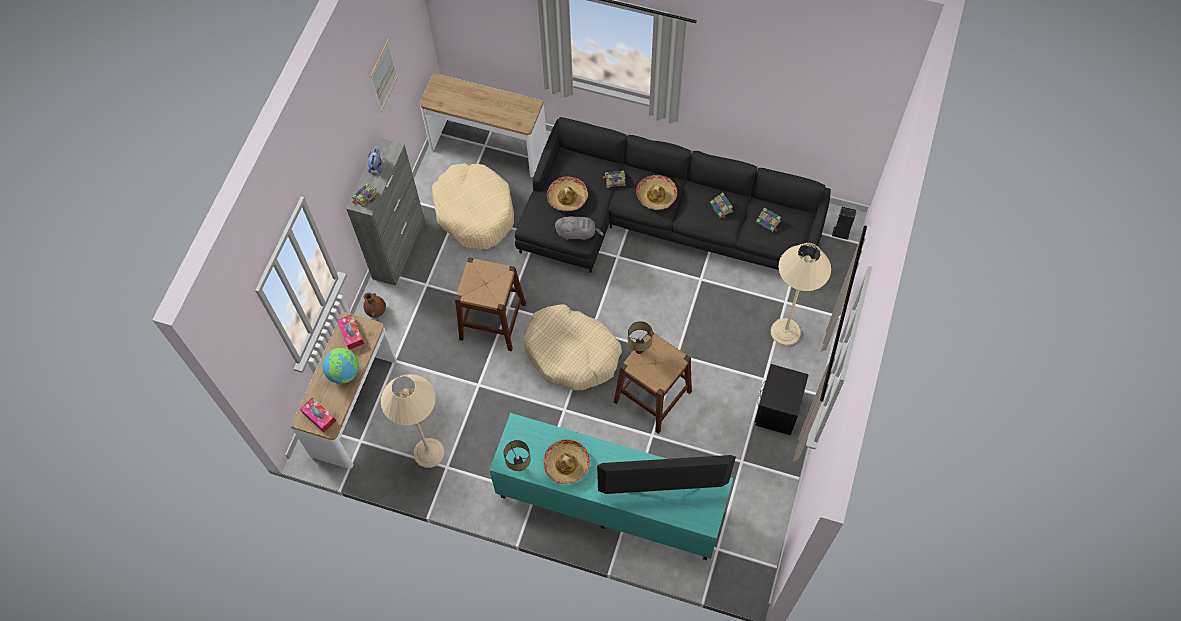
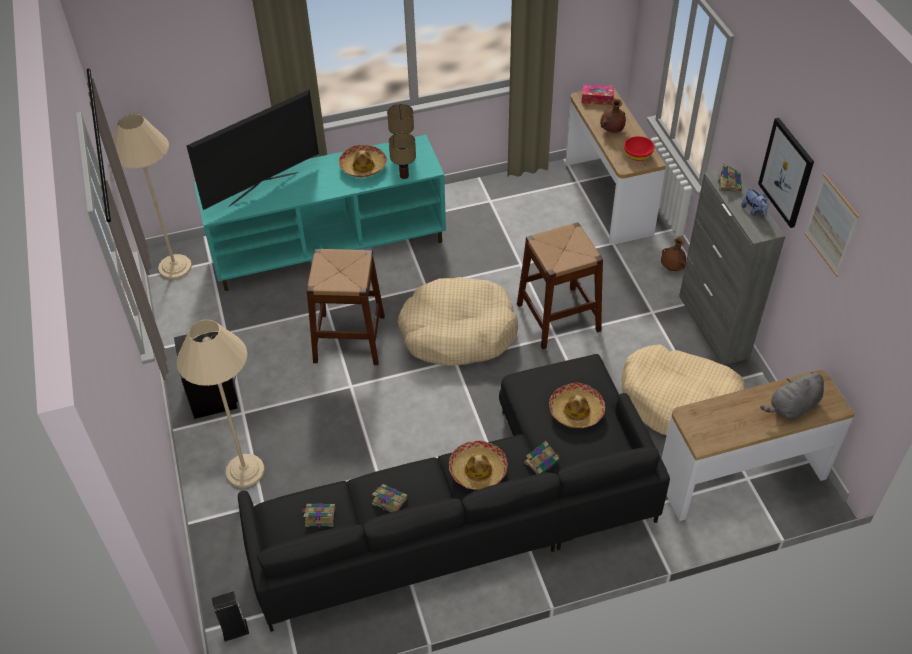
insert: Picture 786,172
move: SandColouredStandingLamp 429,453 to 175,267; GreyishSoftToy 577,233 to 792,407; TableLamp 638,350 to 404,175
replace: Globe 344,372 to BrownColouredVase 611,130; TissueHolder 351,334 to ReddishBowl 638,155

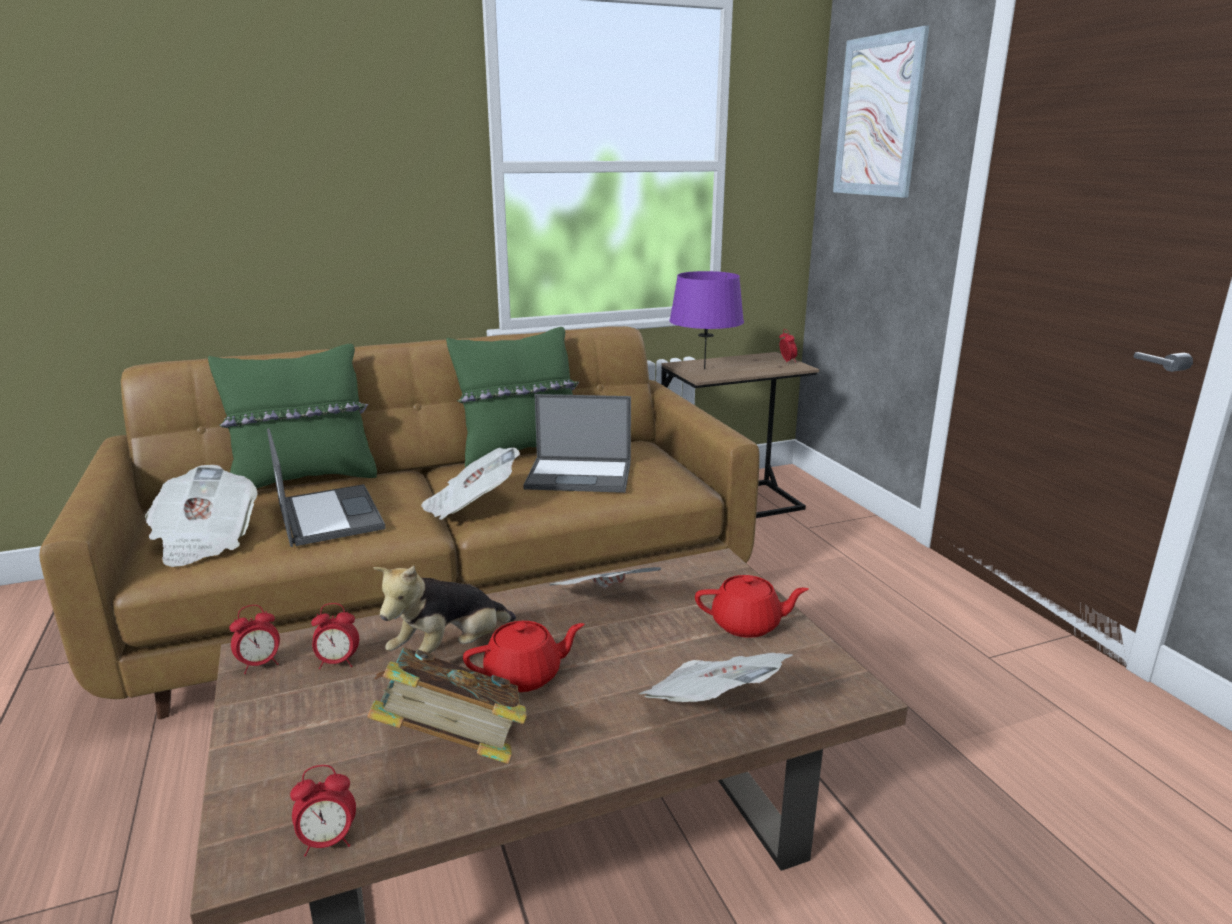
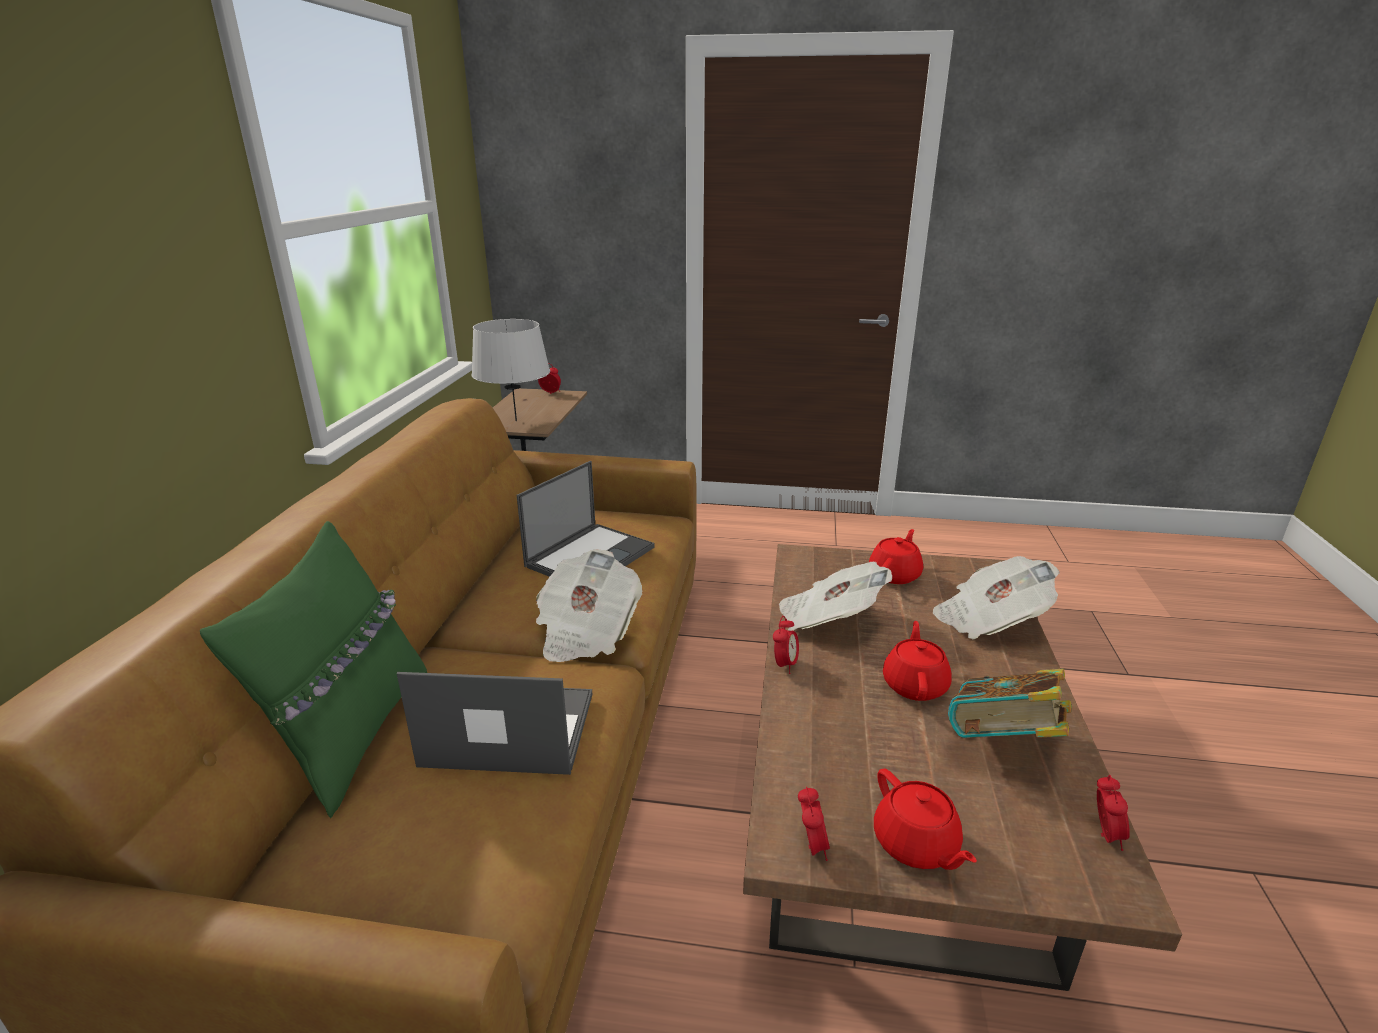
delete: PrintedPaper 205,541; SoftToy 449,653; GreenColouredCushion 521,452; Picture 878,116
insert: ReddishTeapot 916,845
move: AlarmClock 338,662 to 785,665
recolor: PurpleTableLamp 704,369 to GreyishTableLamp 516,421

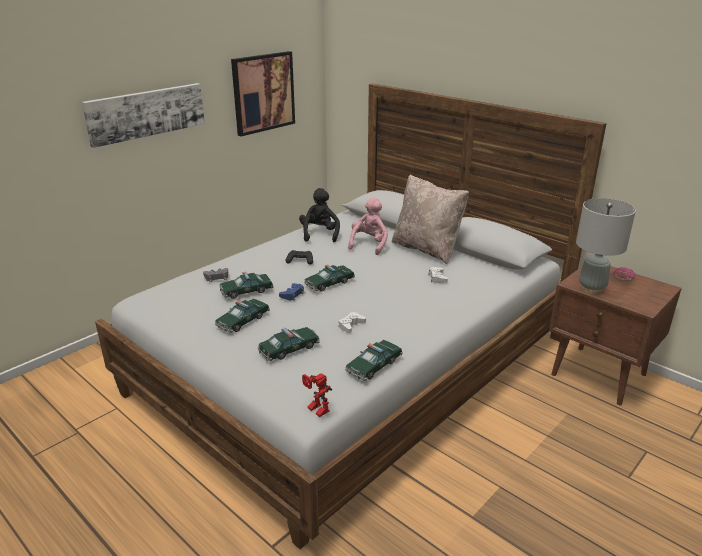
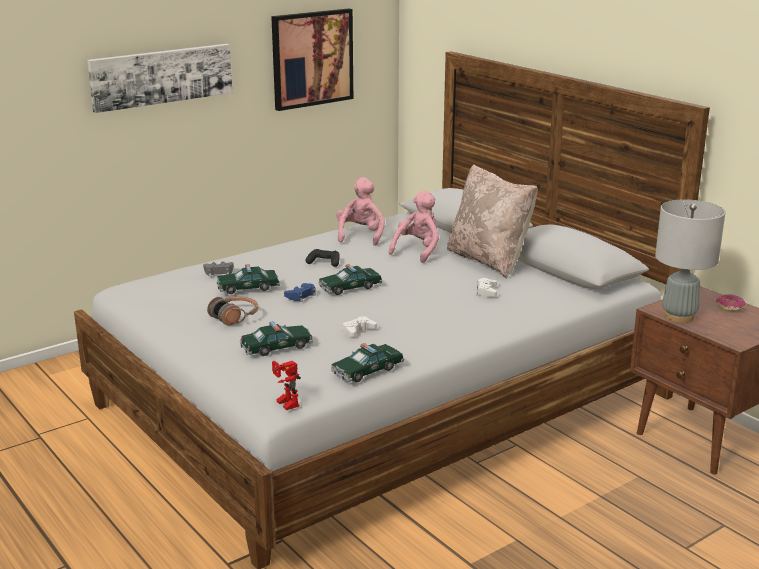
replace: ModelCar 243,321 to PairOfHeadphones 234,317
recolor: BlackishSoftToy 320,234 to PinkSoftToy 360,236

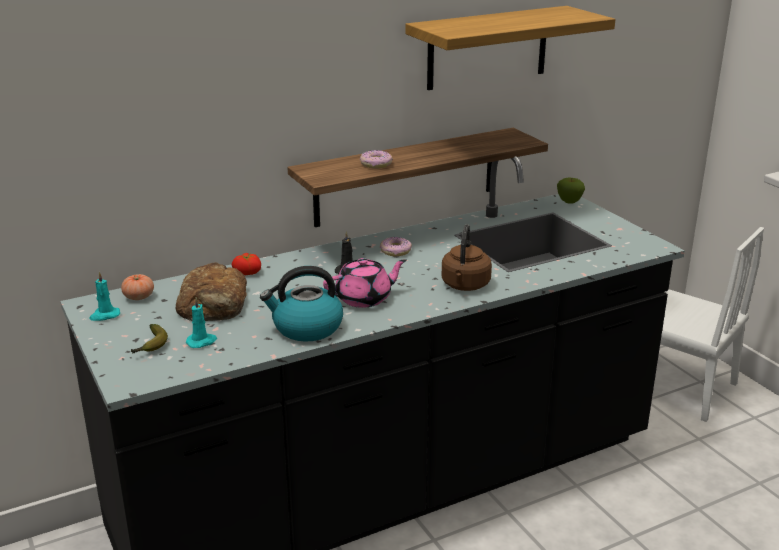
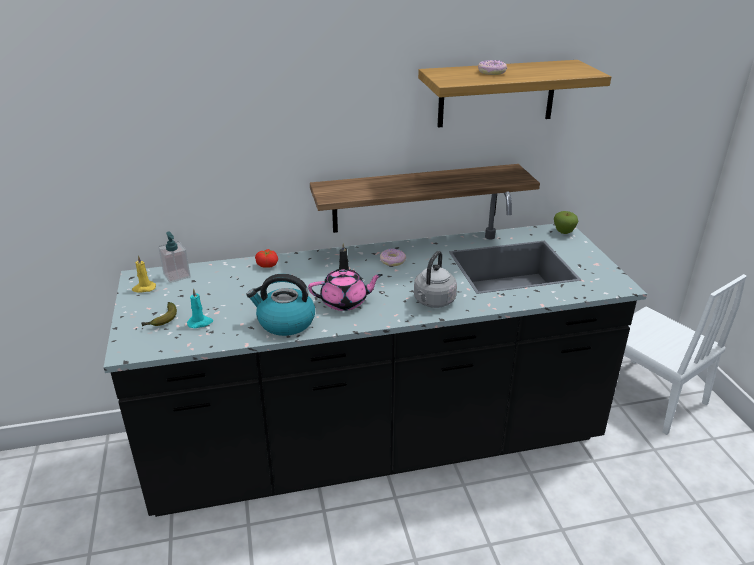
delete: Bread 214,303
move: RingDoughnut 376,164 to 491,72
replace: FreshTomato 139,297 to SoapDispenser 177,275
recolor: BlueGreenWaxCandle 104,315 to YellowWaxCandle 144,288; BrownColouredTeaKettle 465,286 to GreyishTeaKettle 433,302

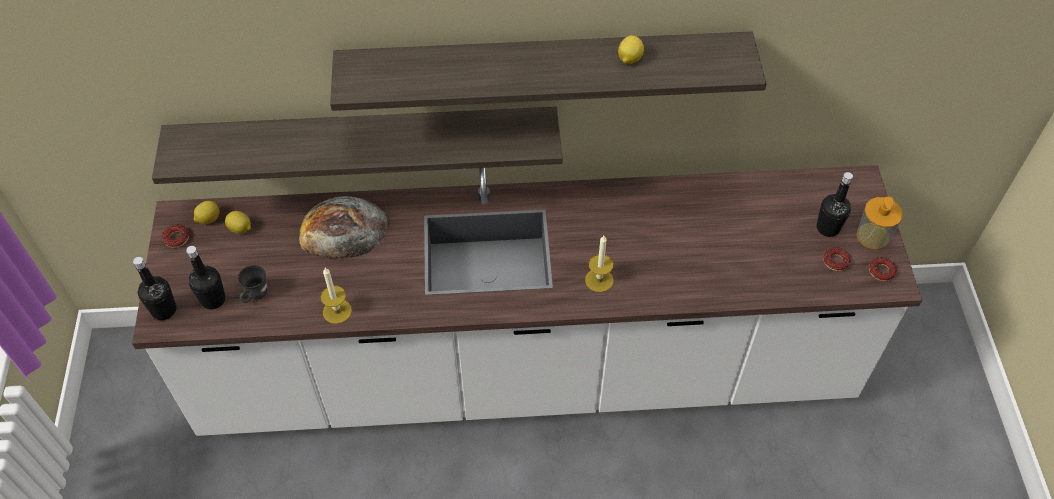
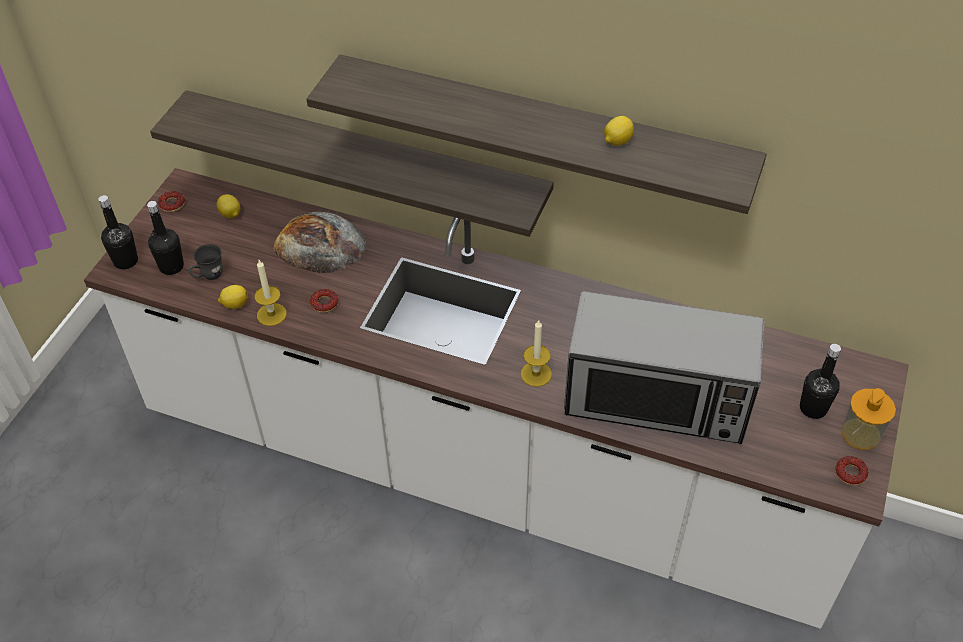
insert: MicrowaveOven 657,398
move: CitrusFruit 208,219 to 234,304; RingDoughnut 835,261 to 324,303

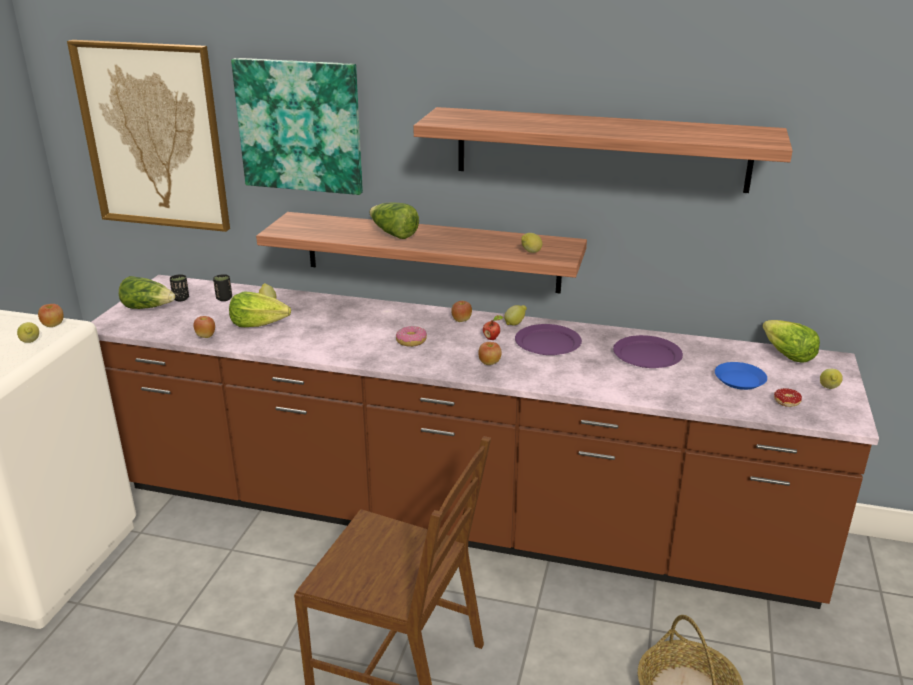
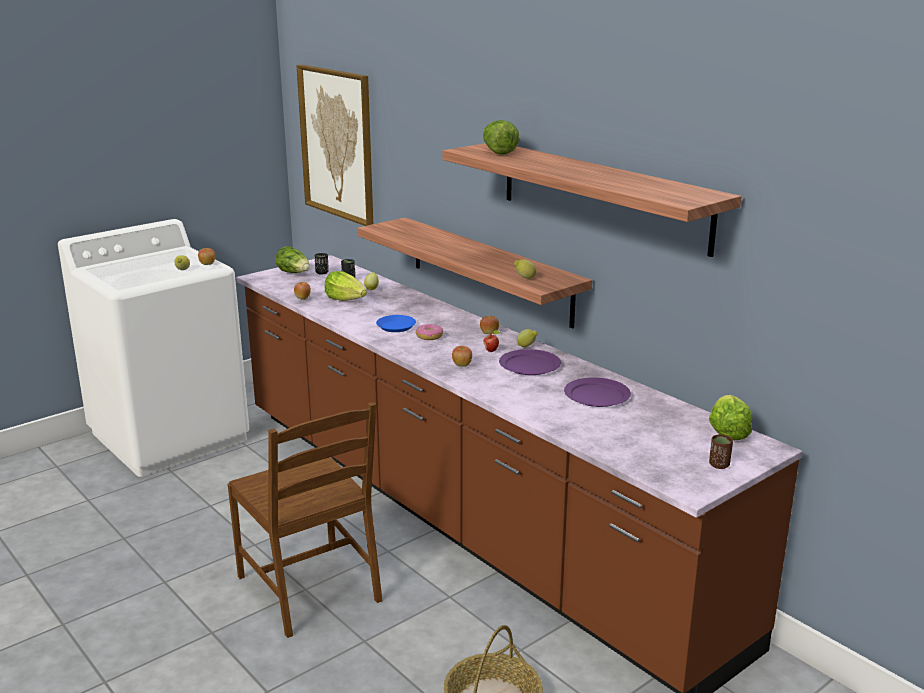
delete: Picture 300,126; RingDoughnut 788,404
move: LettuceHead 393,234 to 498,151; BluePlate 740,380 to 396,327
replace: CitrusFruit 829,389 to BrownColouredSmallCup 719,465

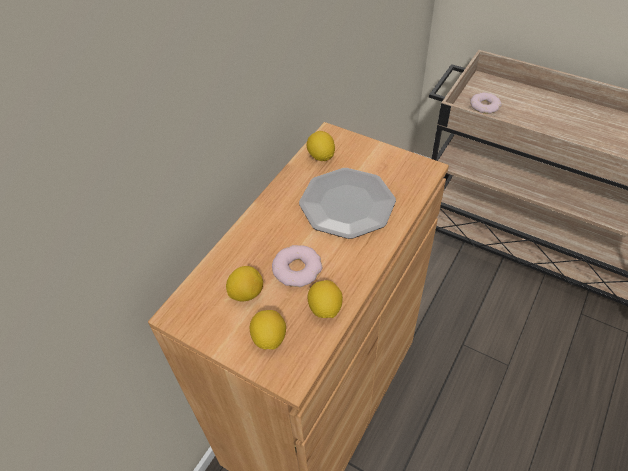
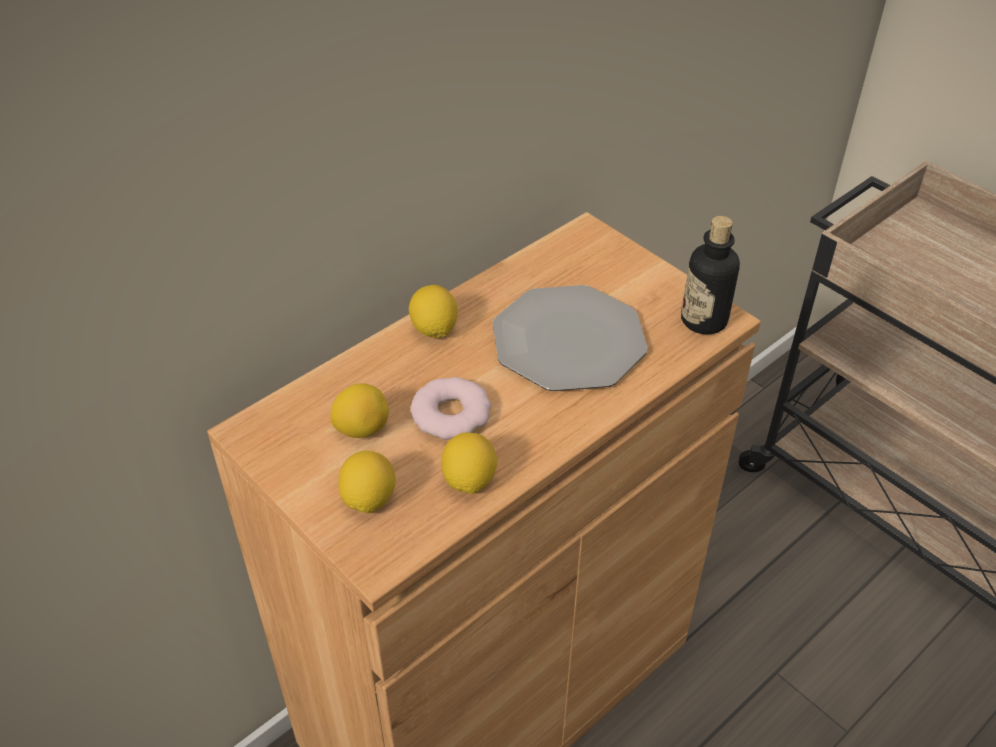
delete: RingDoughnut 484,106
insert: DrinkBottle 704,320
move: CitrusFruit 321,156 to 434,329

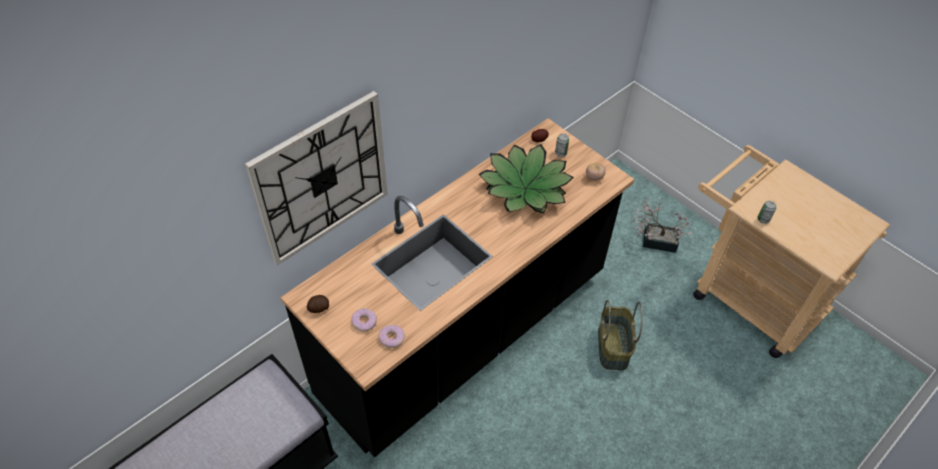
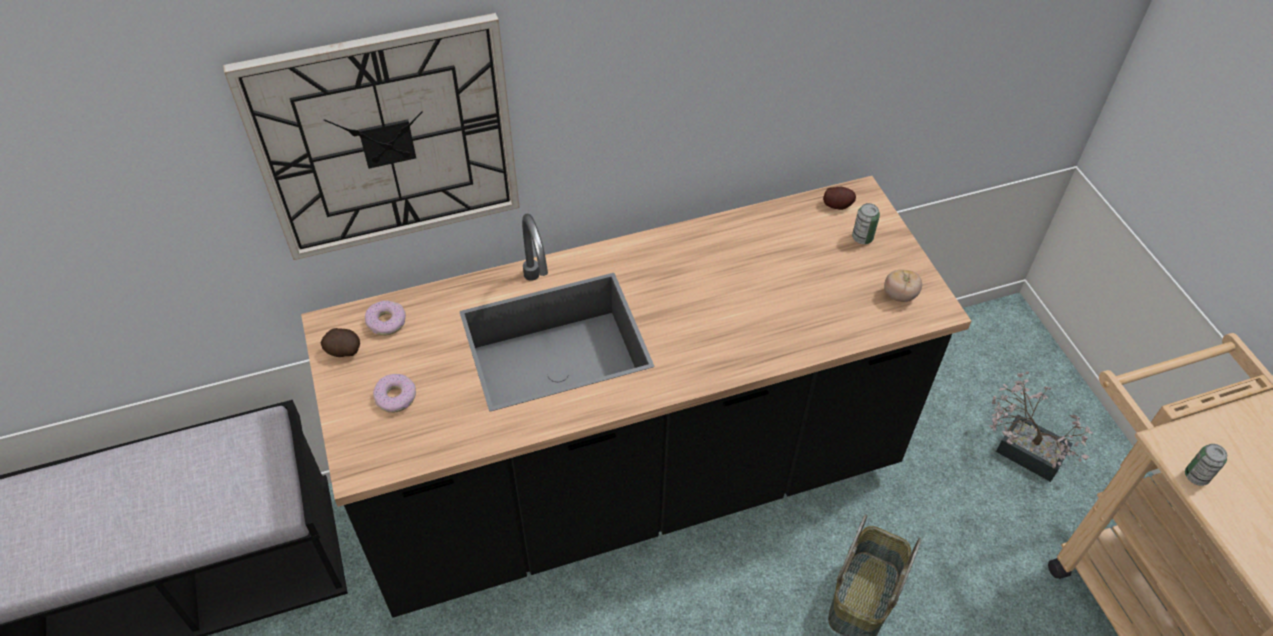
delete: PlantInAPot 525,188
move: RingDoughnut 392,338 to 386,322

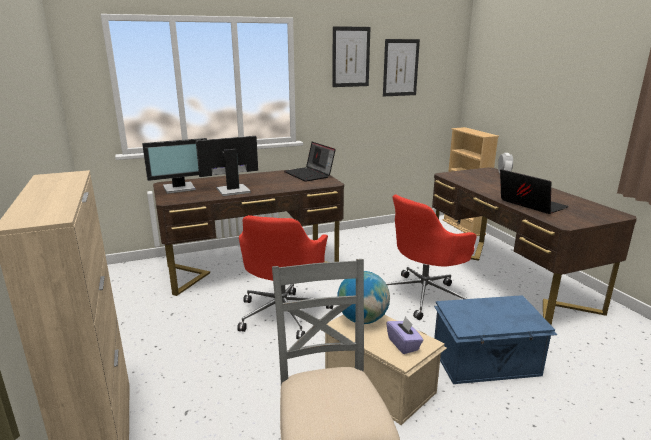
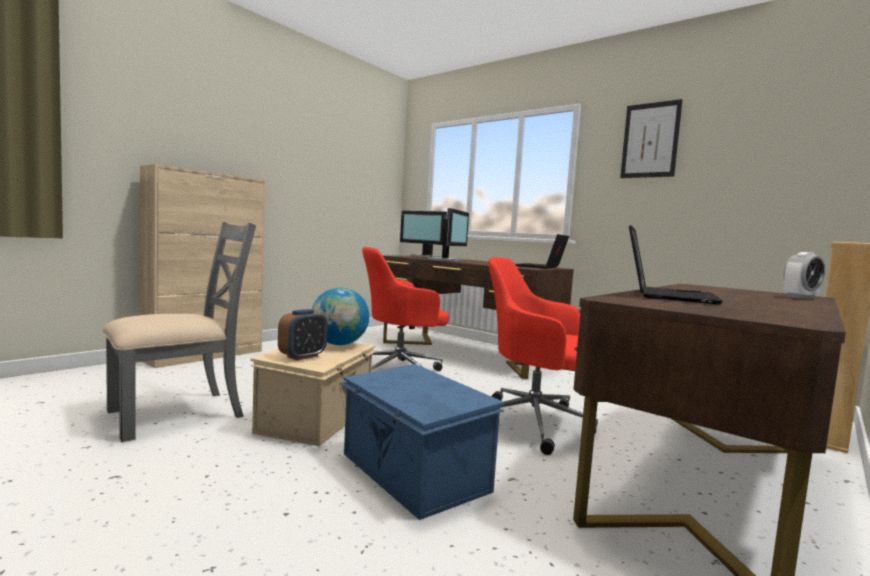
delete: Picture 400,68
replace: PurpleTissueHolder 403,344 to AlarmClock 302,356
rotate: ComputerDisplay 232,190 = 446,260 75 degrees clockwise

